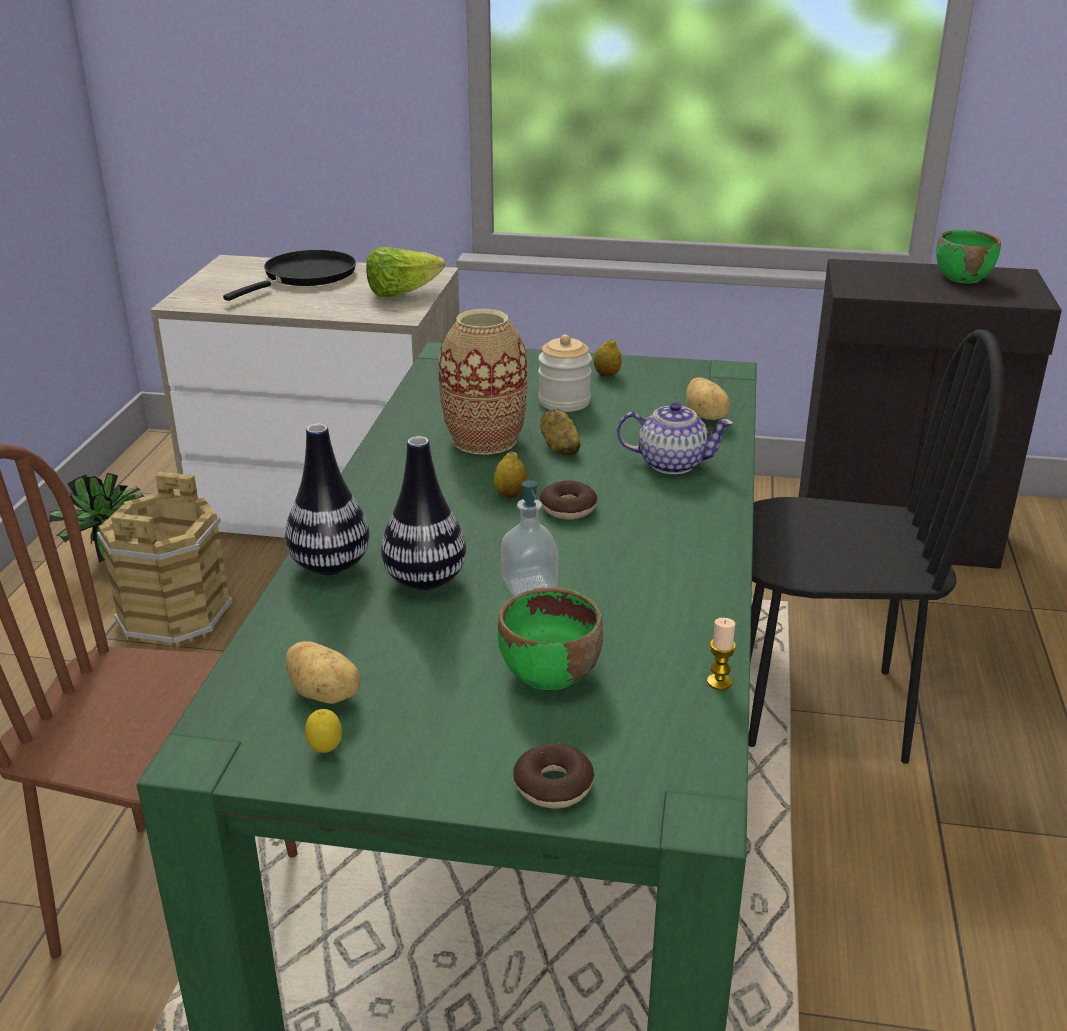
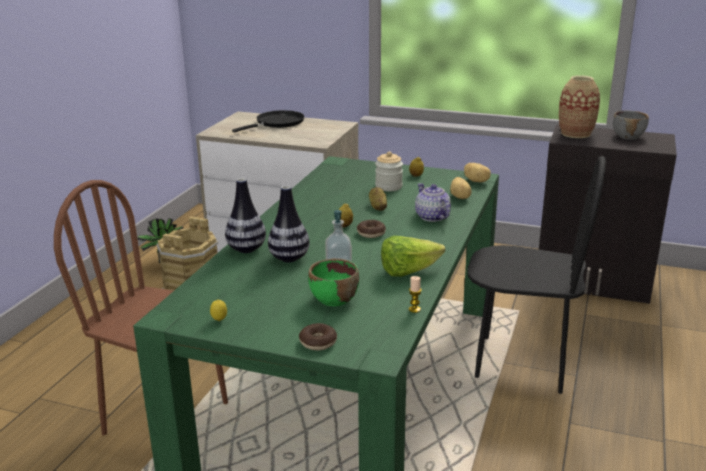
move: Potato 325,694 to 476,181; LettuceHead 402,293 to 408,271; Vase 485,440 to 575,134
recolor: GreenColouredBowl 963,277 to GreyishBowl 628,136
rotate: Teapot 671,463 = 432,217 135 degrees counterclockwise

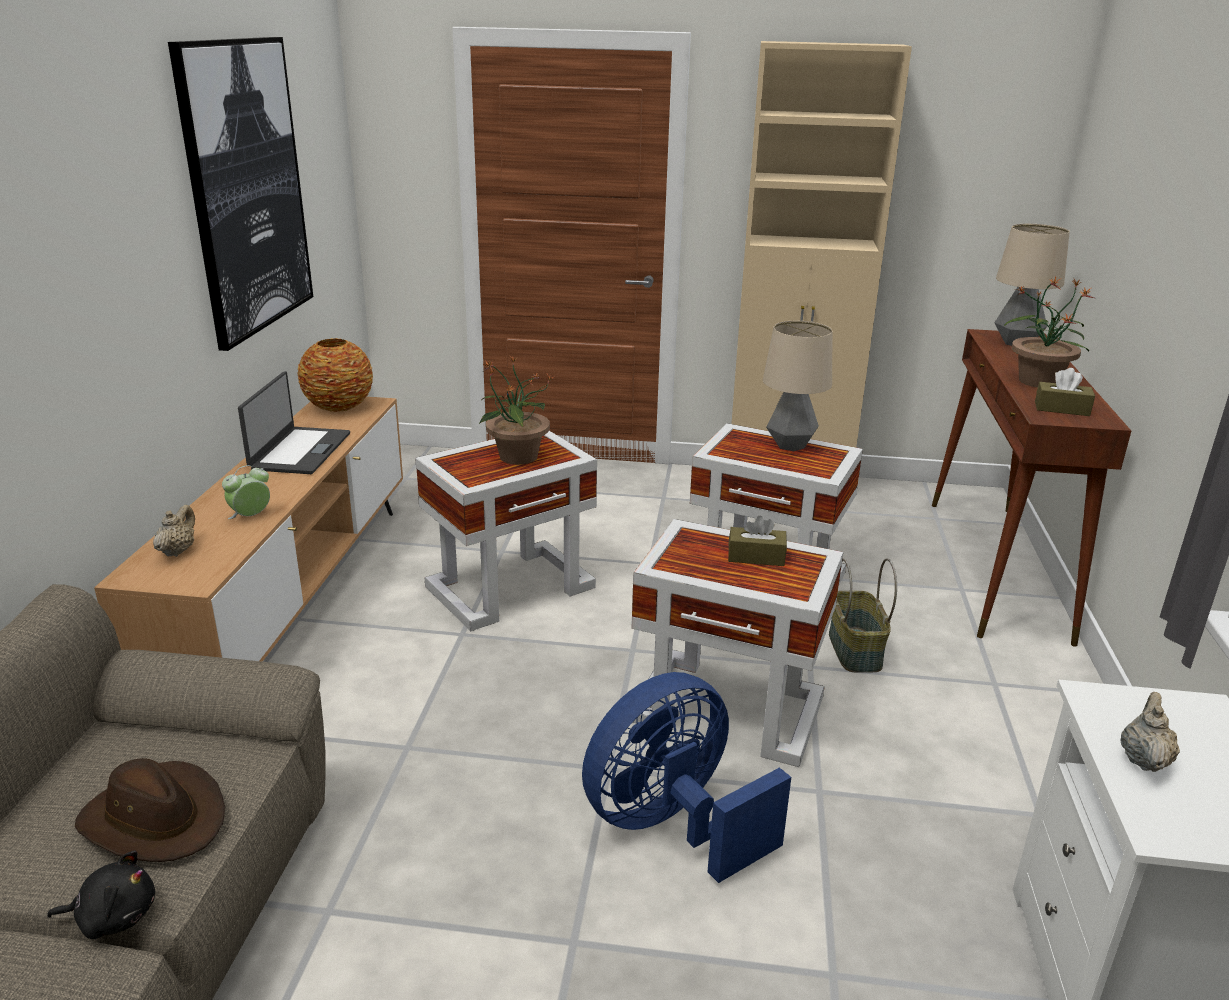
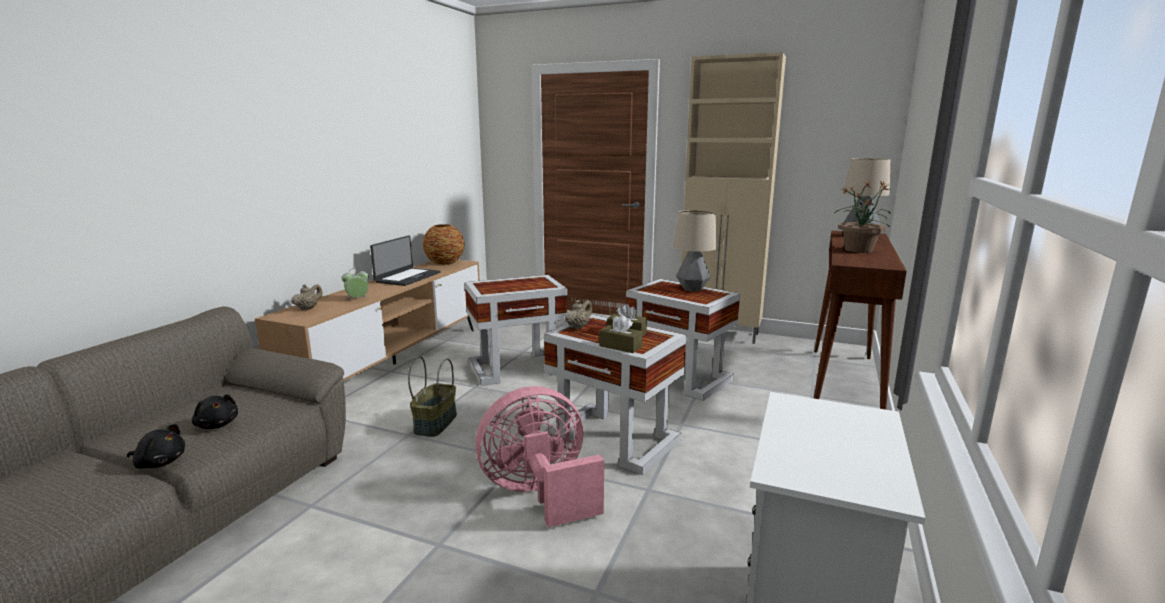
delete: Picture 246,188; PlantInAPot 517,457
move: Basket 853,650 to 435,423; BrownColouredTissueHolder 1061,409 to 620,346; SandColouredTeapot 1143,759 to 578,327
replace: BrownColouredHat 155,818 to BlackishSoftToy 217,425
recolor: BlueElectricFan 673,826 to PinkElectricFan 540,494

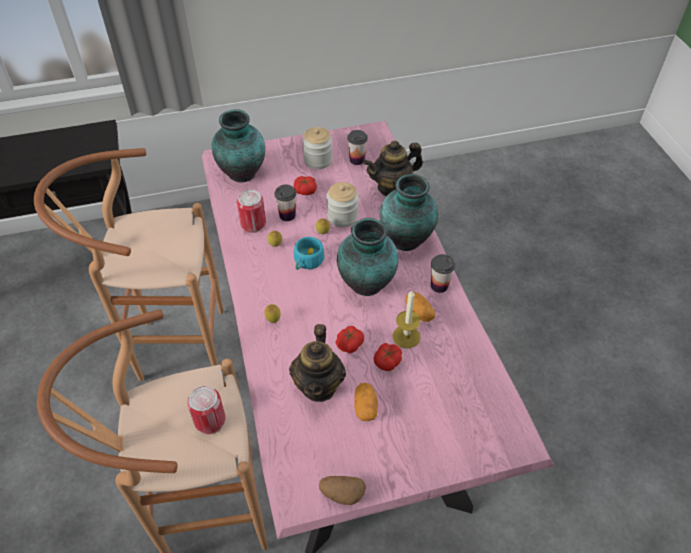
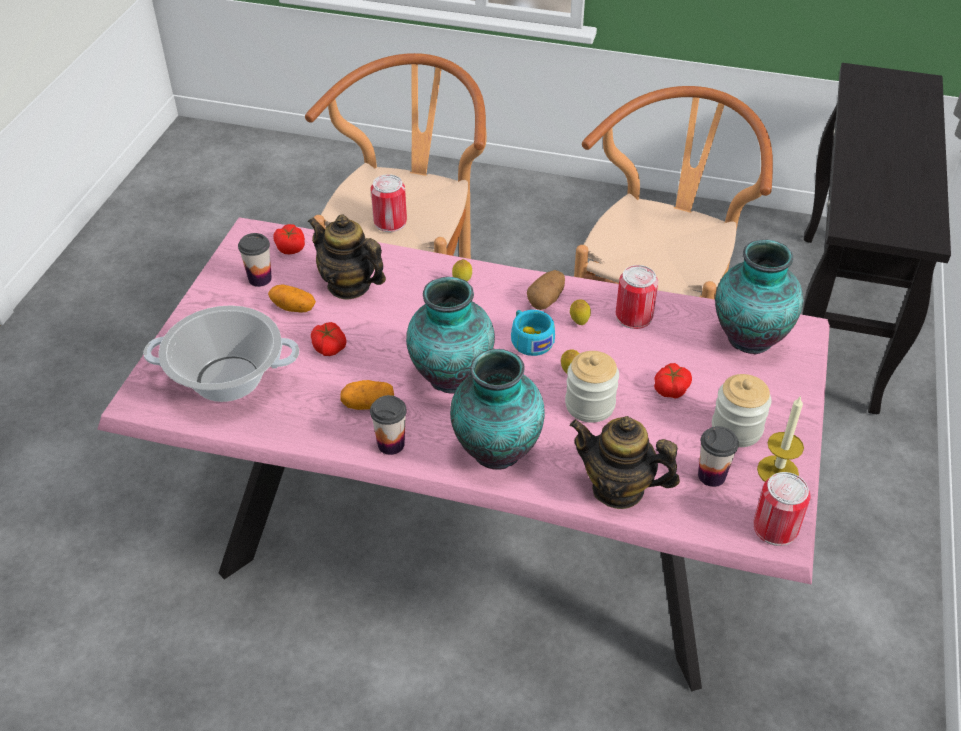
insert: Stockpot 228,379; MetalCan 775,528
move: SmallCup 287,215 to 260,279; Potato 341,494 to 546,300; FreshTomato 349,344 to 290,247; WaxCandle 406,336 to 777,471
rotate: Teapot 392,187 = 618,489 75 degrees counterclockwise

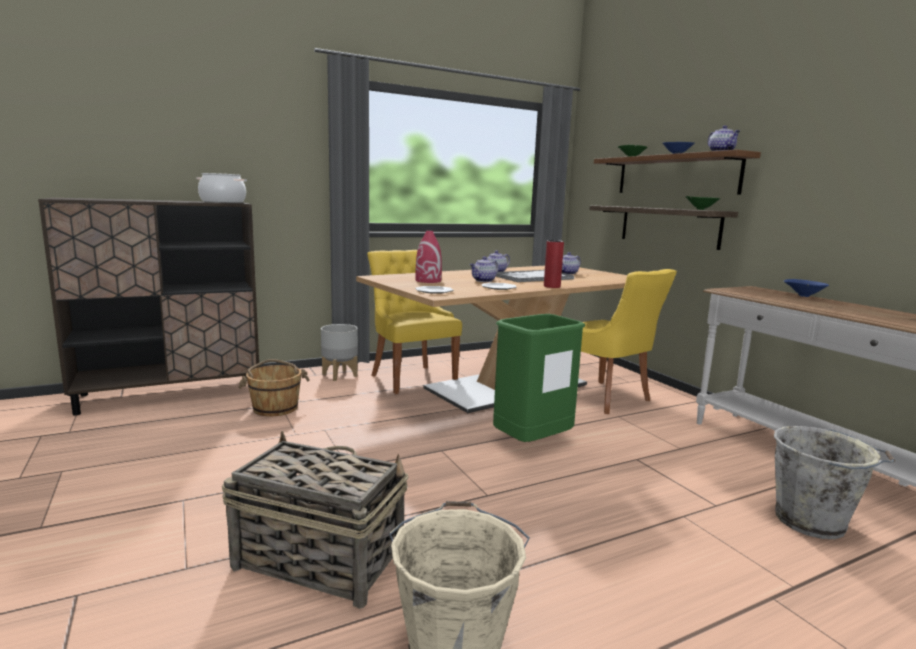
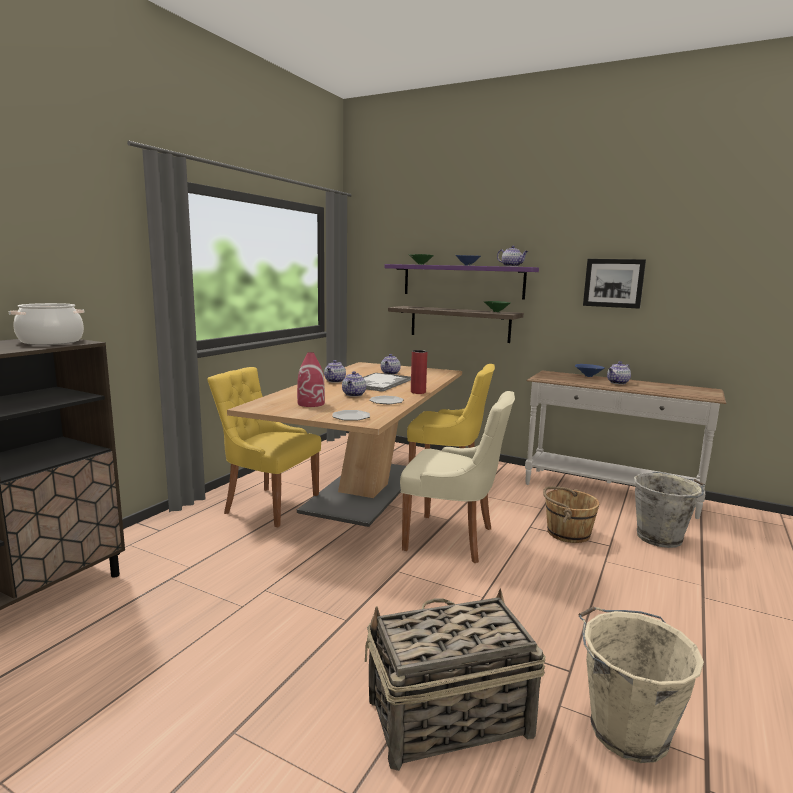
delete: GreyishPlantPot 340,375
insert: Picture 613,283; Teapot 617,383
move: BrownColouredWaterBucket 275,408 to 567,533
replace: GreenColouredWasteBin 532,444 to SandColouredUprightChair 453,539
recolor: BrownColouredShelf 675,175 to PurpleShelf 462,281

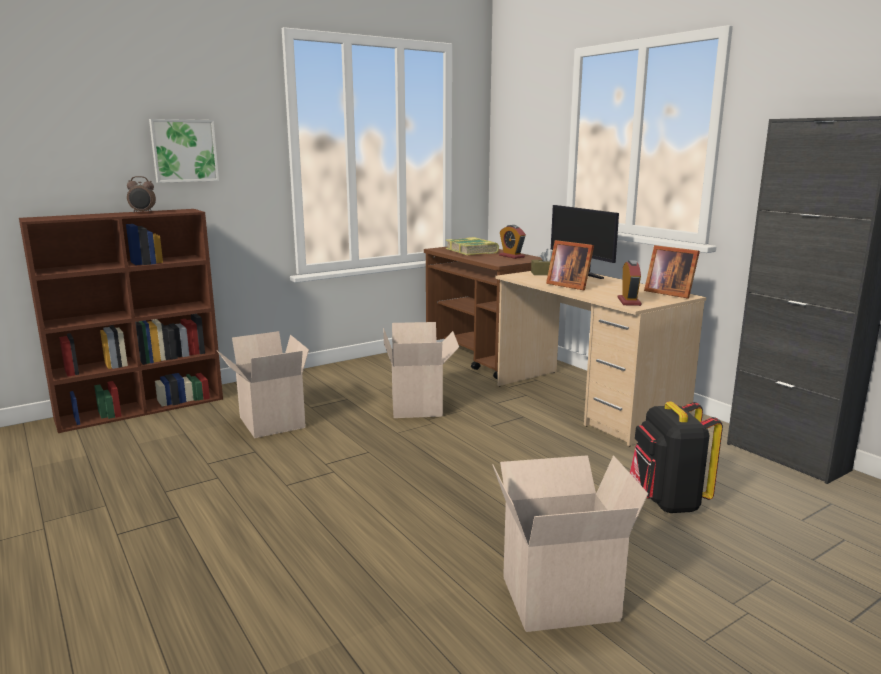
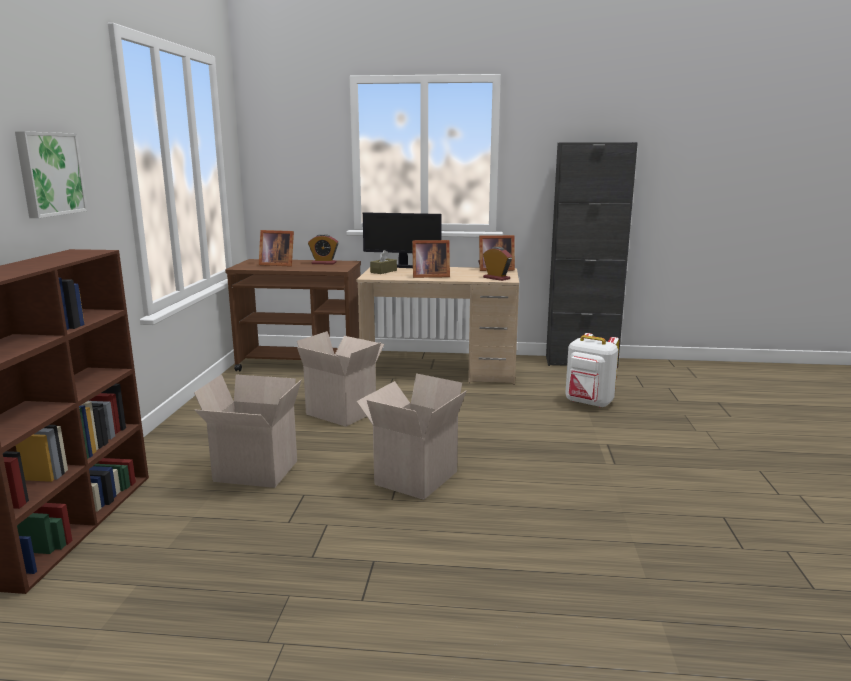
delete: AlarmClock 143,212
move: PackingBox 560,596 to 414,476
replace: Volume 472,251 to PhotoFrame 277,264
recolor: BlackishRucksack 667,502 to WhitishRucksack 589,403

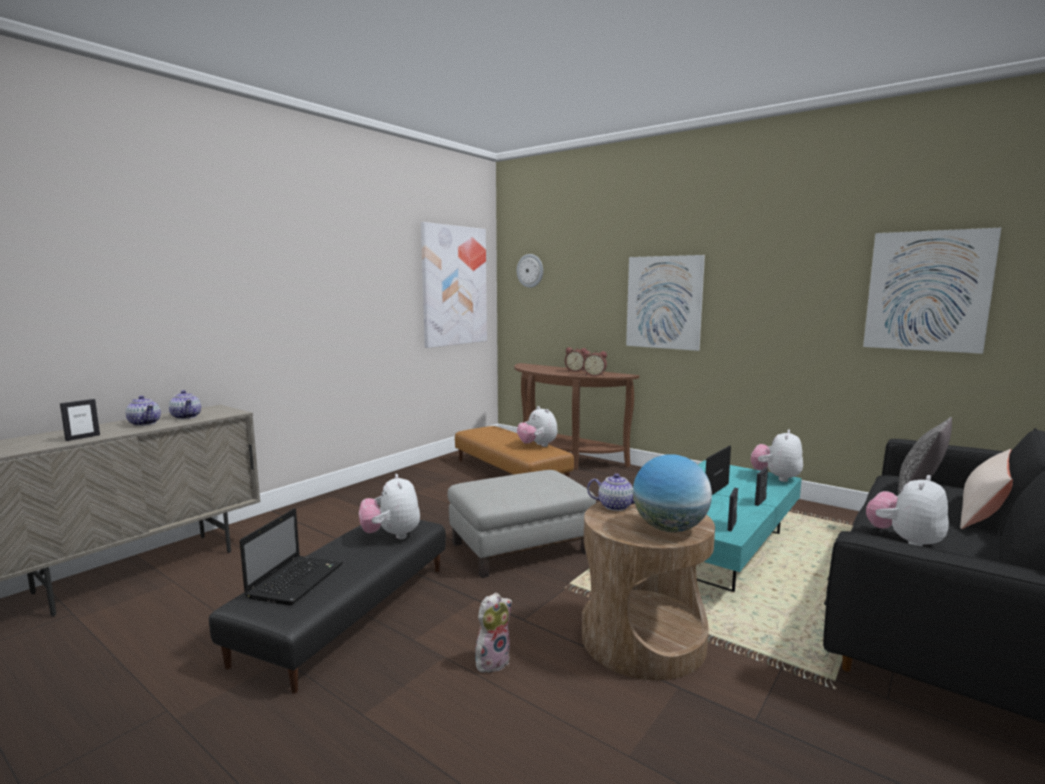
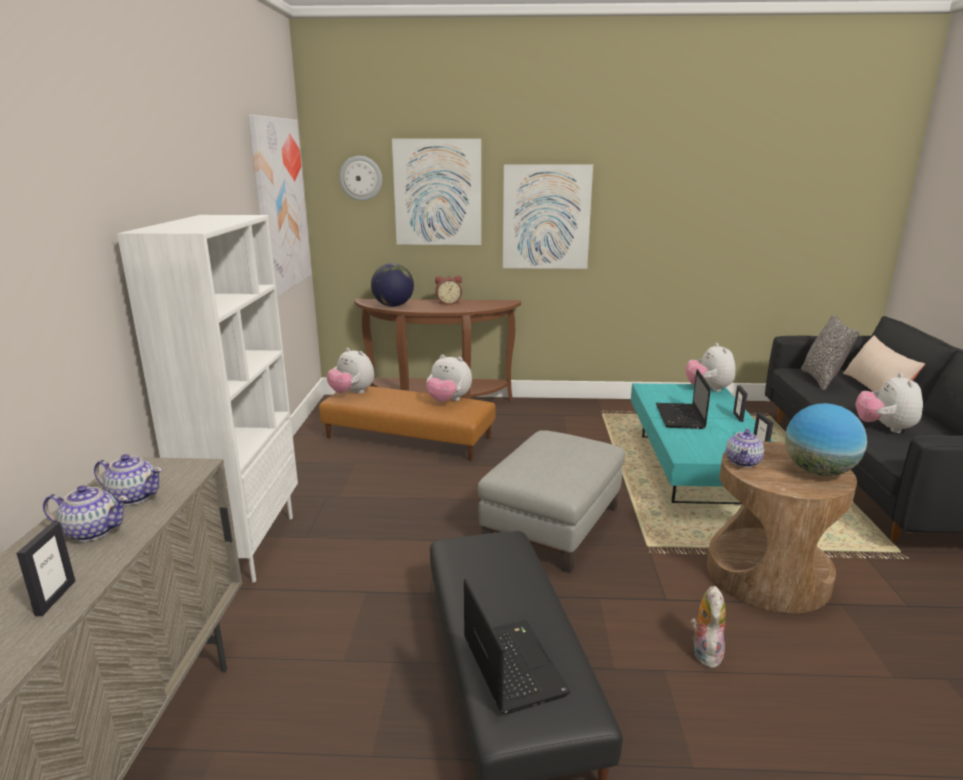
delete: AlarmClock 594,375
insert: WhitishBookshelf 247,546; Globe 393,306
move: SoftToy 391,535 to 352,393; Picture 927,291 to 437,193
rotate: Teapot 615,506 = 743,462 135 degrees clockwise

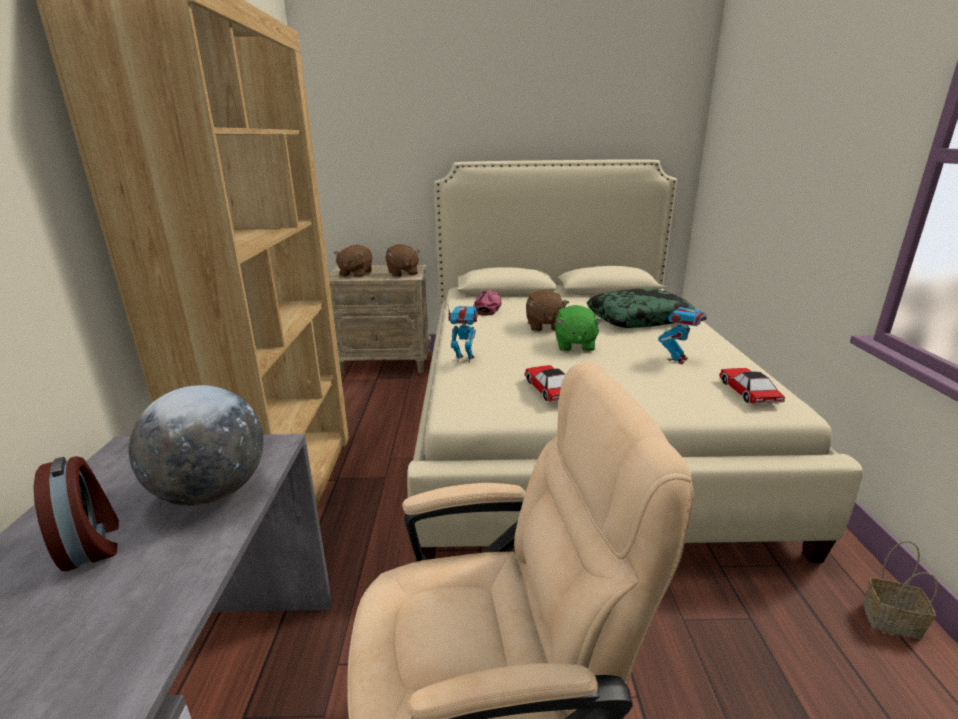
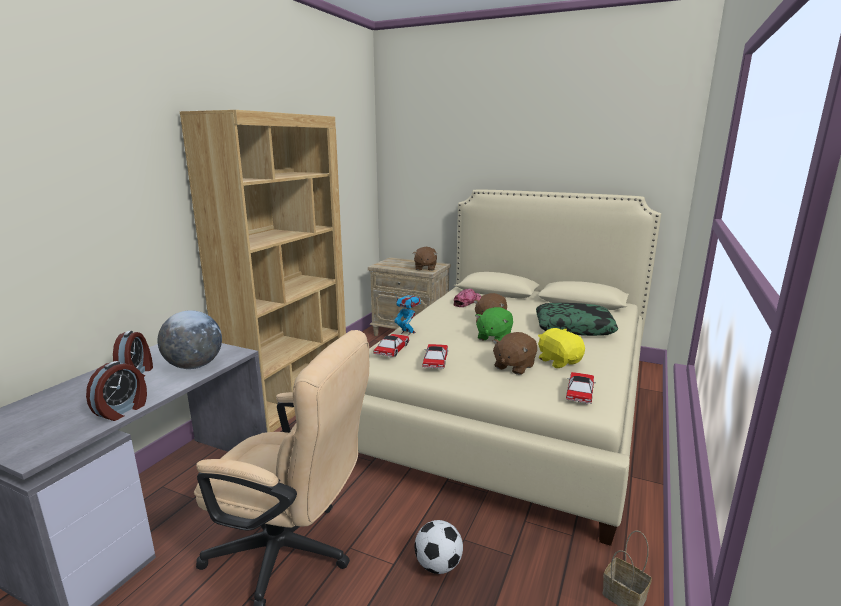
insert: AlarmClock 122,410; ModelCar 392,350; FootballBall 438,565
move: BrownColouredSoftToy 355,274 to 513,366
replace: RobotFigure 677,359 to YellowSoftToy 559,361

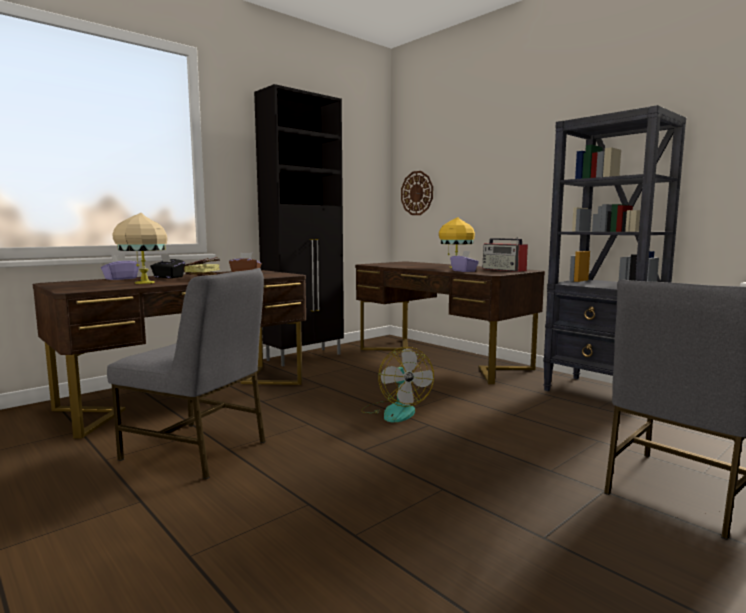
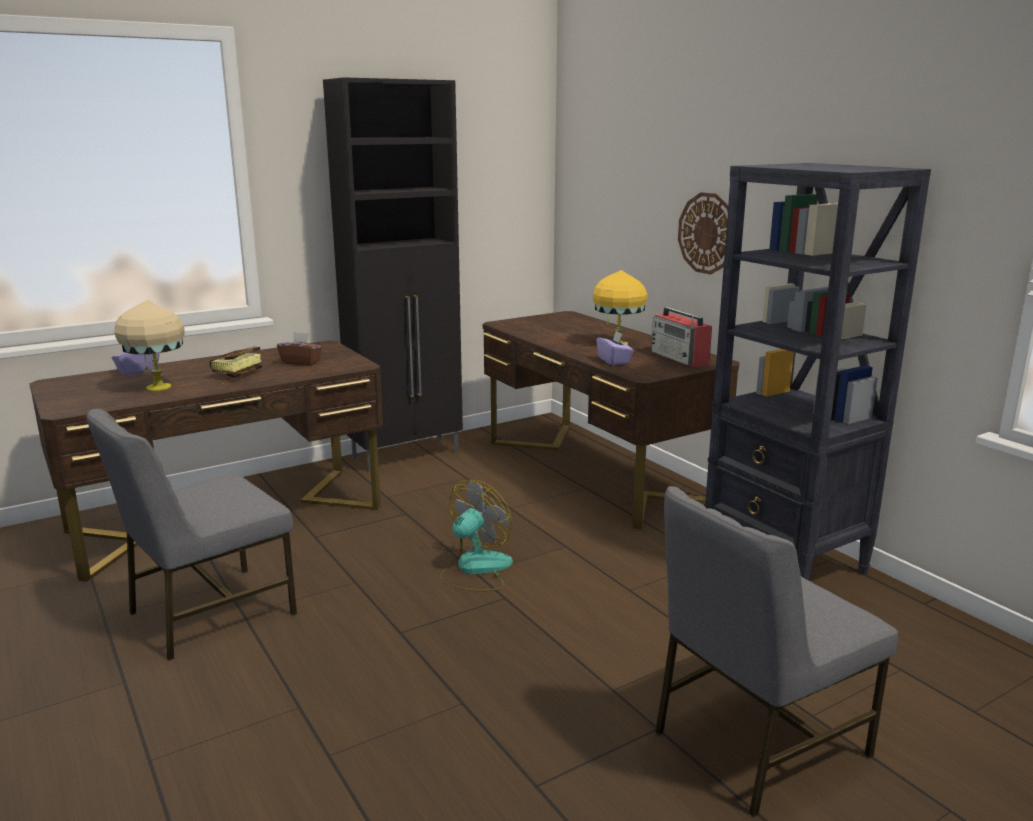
delete: BlackishTissueHolder 168,277
move: WallClock 417,193 to 707,233
rotate: GreyishUprightChair 197,450 = 208,613 105 degrees clockwise; ElectricFan 395,411 = 475,569 135 degrees counterclockwise

